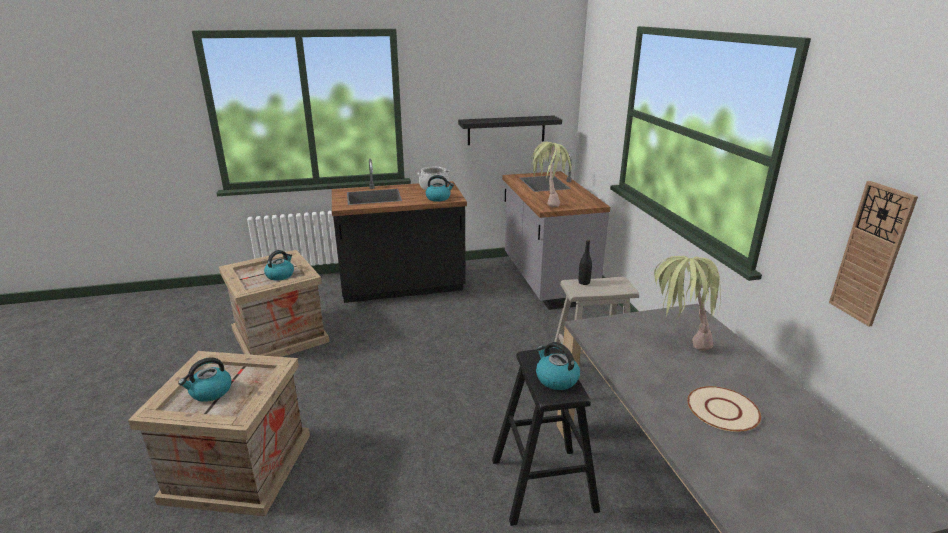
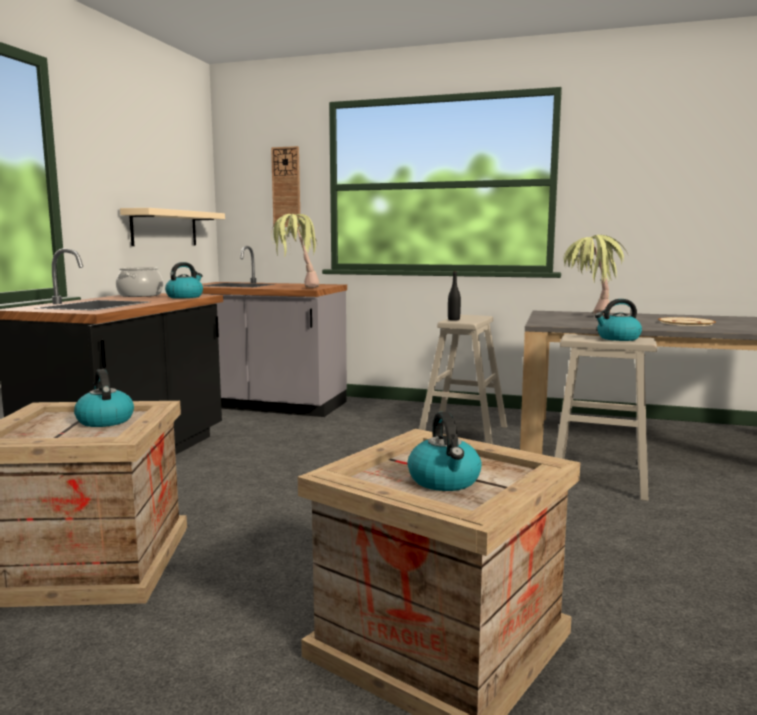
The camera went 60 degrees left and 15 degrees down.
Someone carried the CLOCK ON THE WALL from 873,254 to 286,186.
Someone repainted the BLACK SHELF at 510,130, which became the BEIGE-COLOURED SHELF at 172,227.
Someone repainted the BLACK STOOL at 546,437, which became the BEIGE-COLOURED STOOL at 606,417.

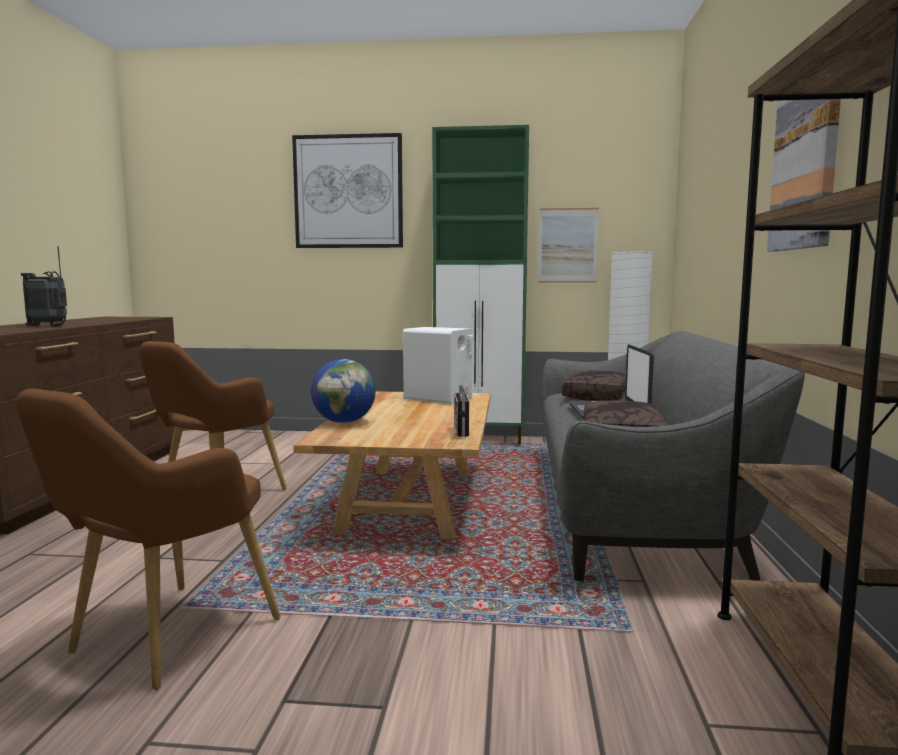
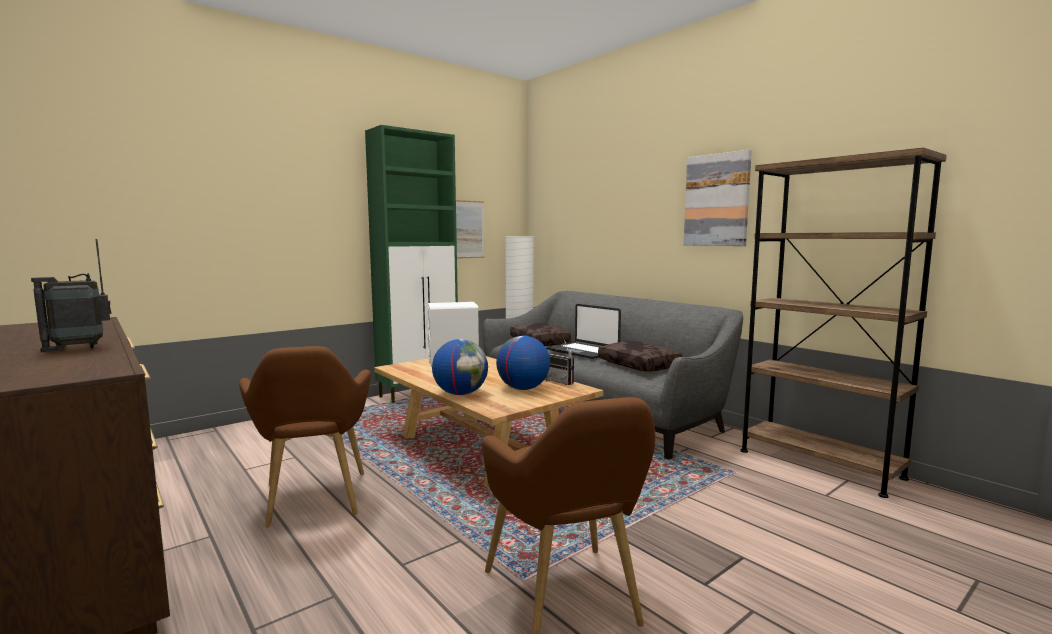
The camera went 45 degrees left and 0 degrees up.
Someone took away the WALL PICTURE at 347,190.
Someone put down the DESK GLOBE at 523,363.

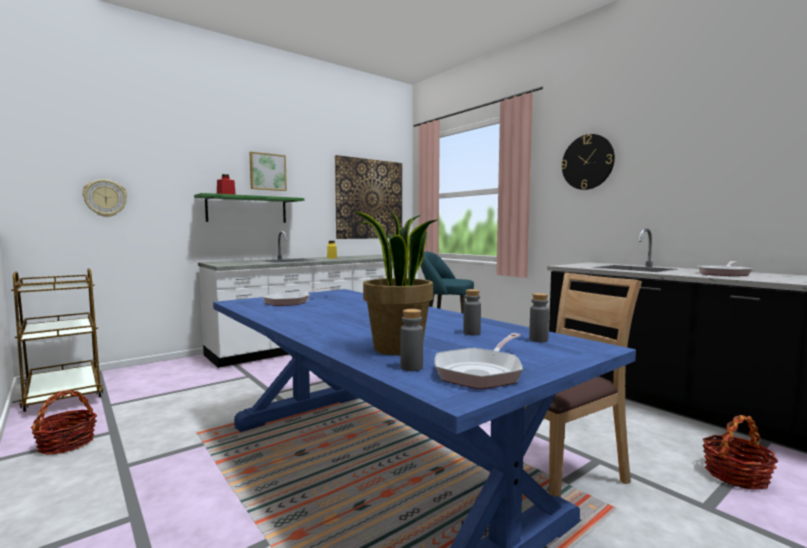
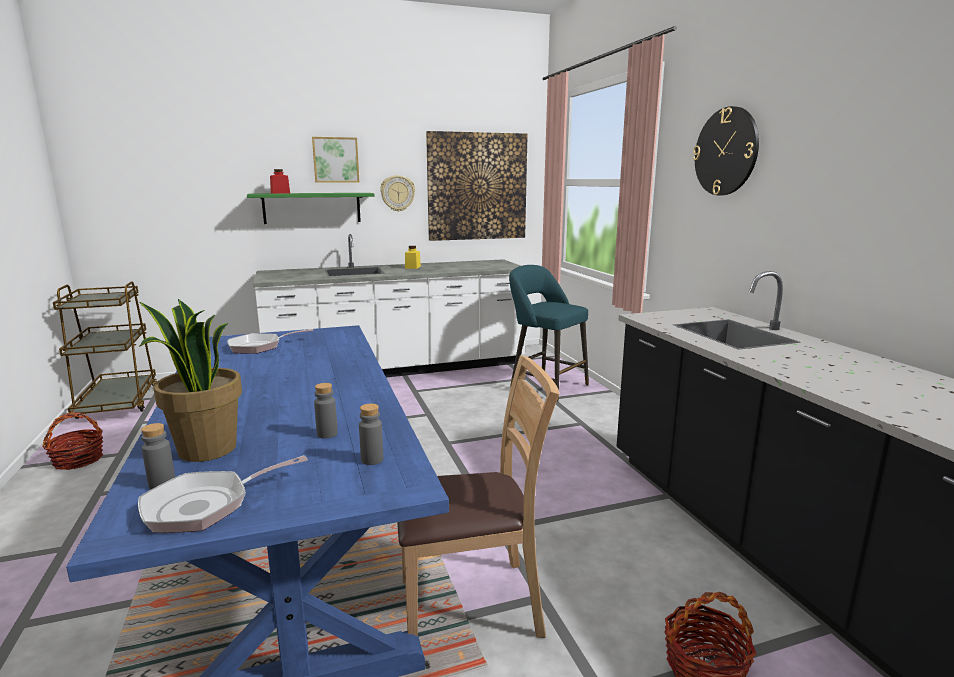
The camera went 20 degrees right and 10 degrees up.
Someone took away the SKILLET at 724,268.
Someone carried the CLOCK ON THE WALL from 104,198 to 397,193.

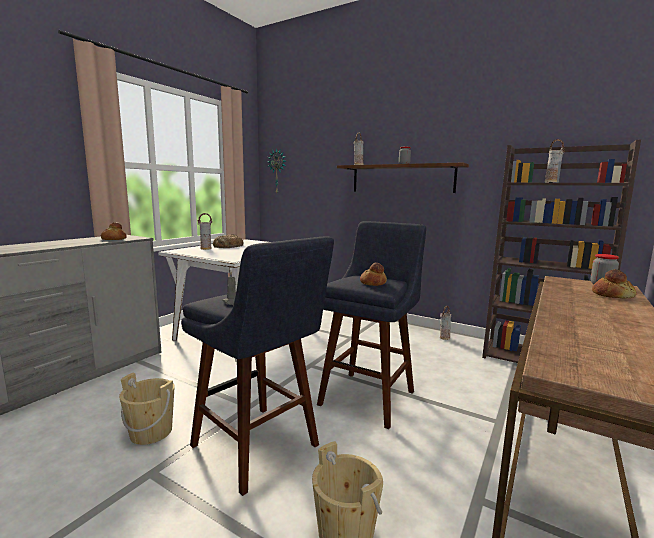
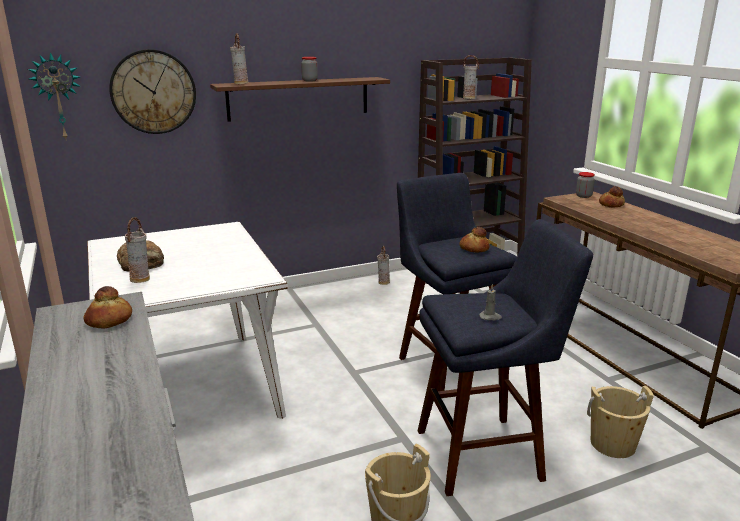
The camera went 55 degrees left and 10 degrees up.
Someone put up the CLOCK ON THE WALL at 152,91.

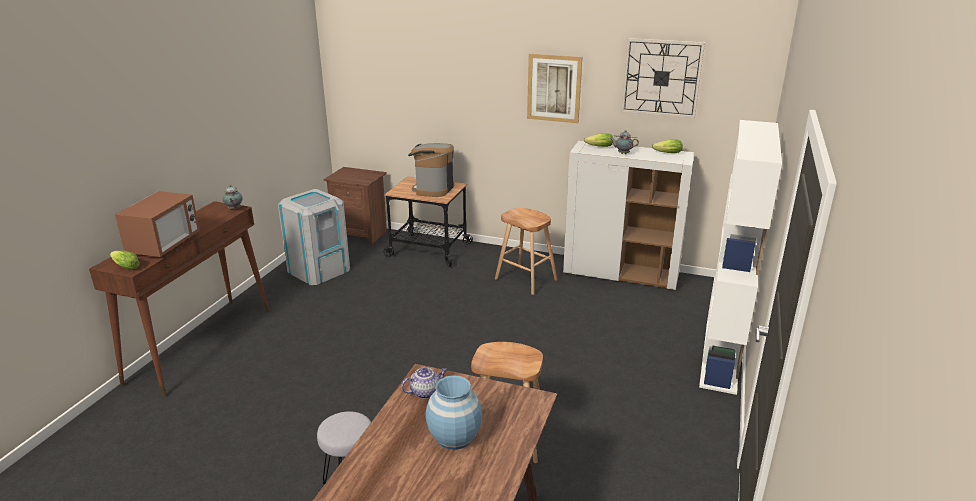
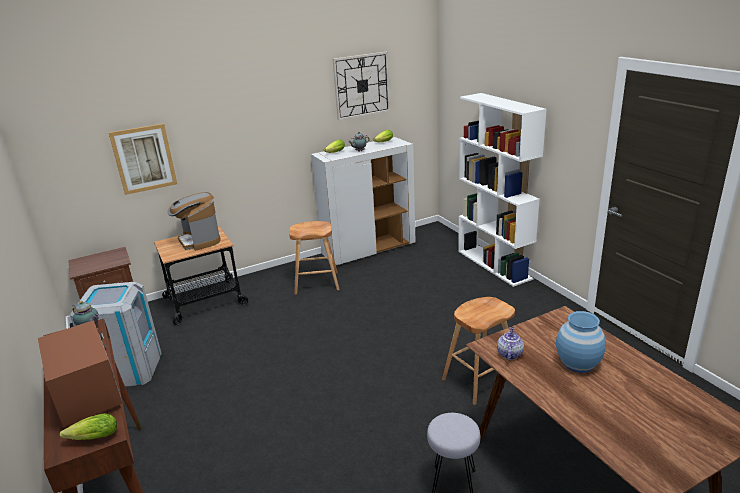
The camera went 45 degrees left and 0 degrees up.
Someone carried the WALL PICTURE from 554,88 to 143,159.

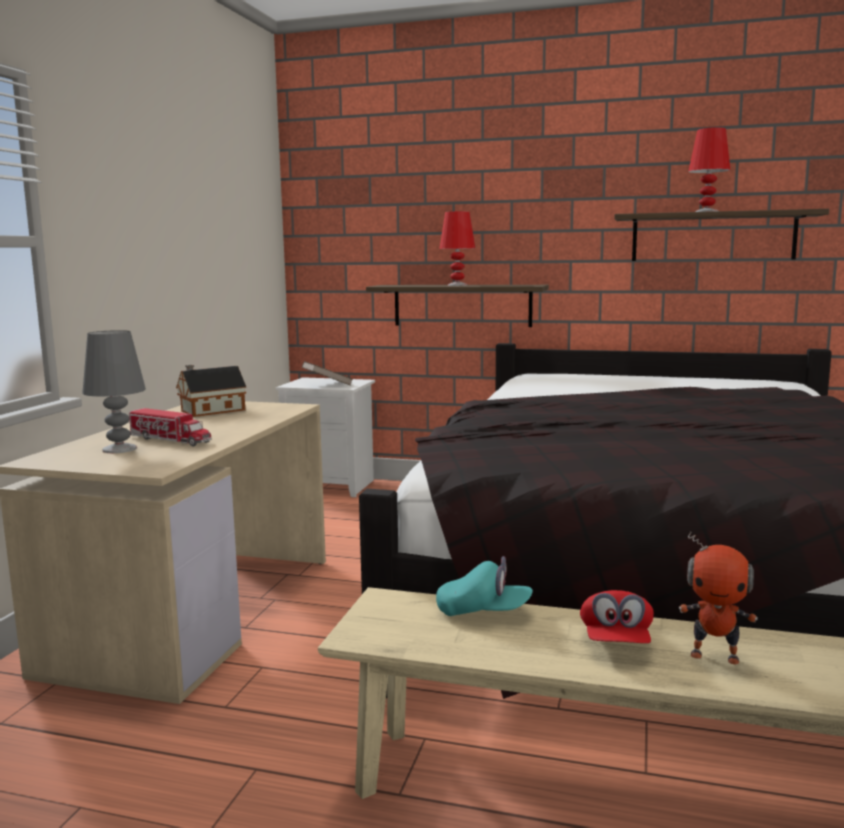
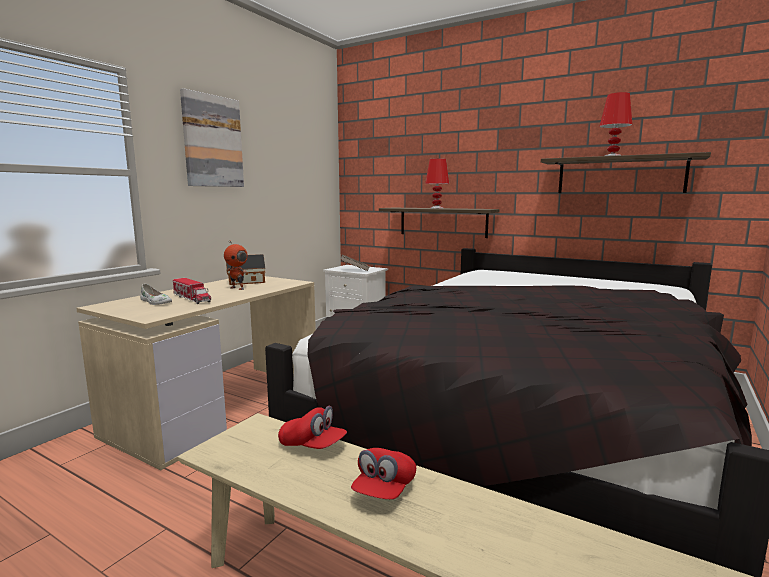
The camera went 15 degrees right and 0 degrees up.
Someone put up the WALL PICTURE at 212,137.
Someone carried the MODEL ROBOT from 718,598 to 236,265.
Someone swapped the GREYISH LAMP FOR A TABLE at 114,391 for the WHITISH SHOE at 156,294.
Someone repainted the BLUE-GREEN BASEBALL CAP at 484,586, which became the RED-COLOURED BASEBALL CAP at 312,427.

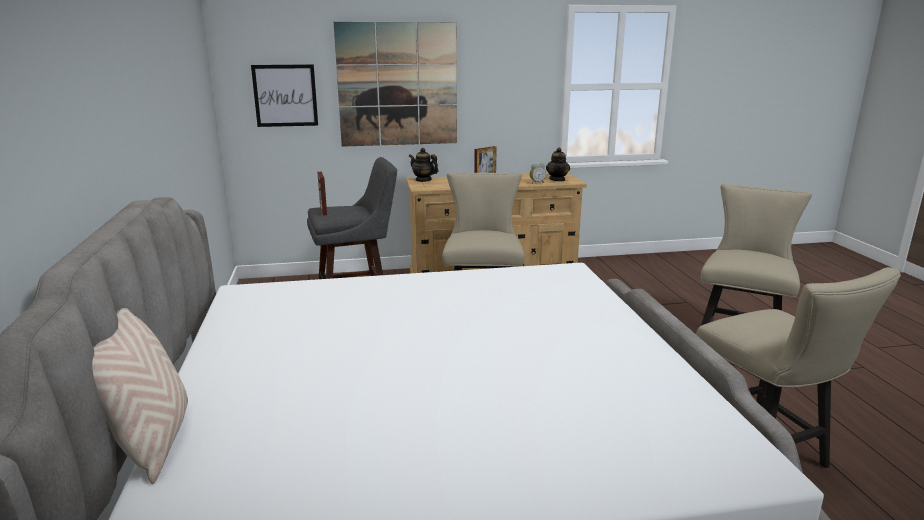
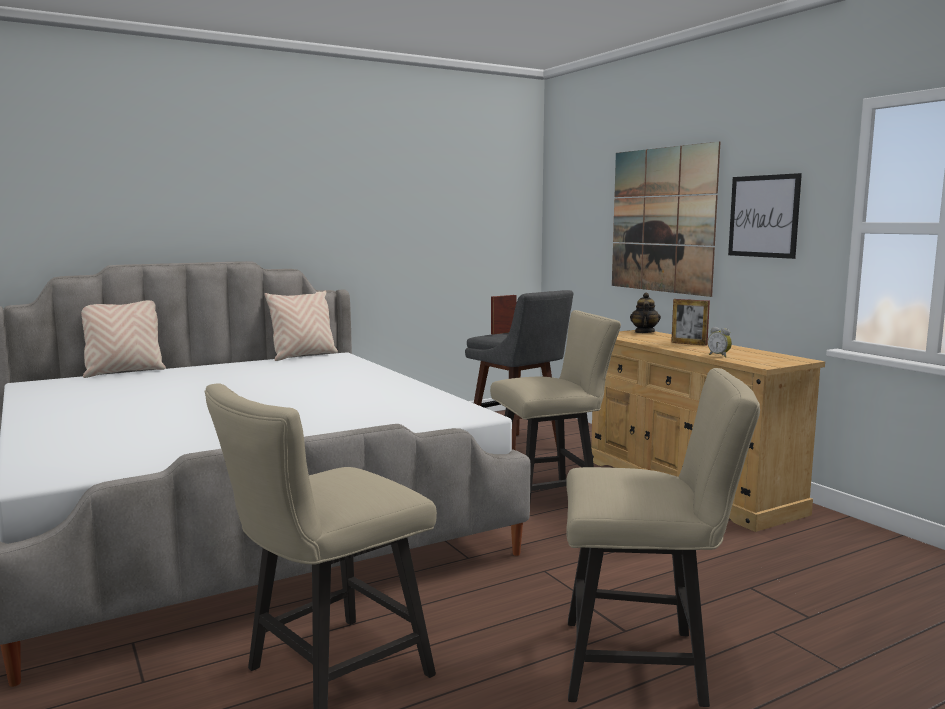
The camera went 70 degrees right and 10 degrees down.
Someone took away the TEA POT at 558,164.
Someone put down the BEIGE-COLOURED PILLOW at 301,325.
Someone carried the WALL PICTURE from 284,95 to 765,216.

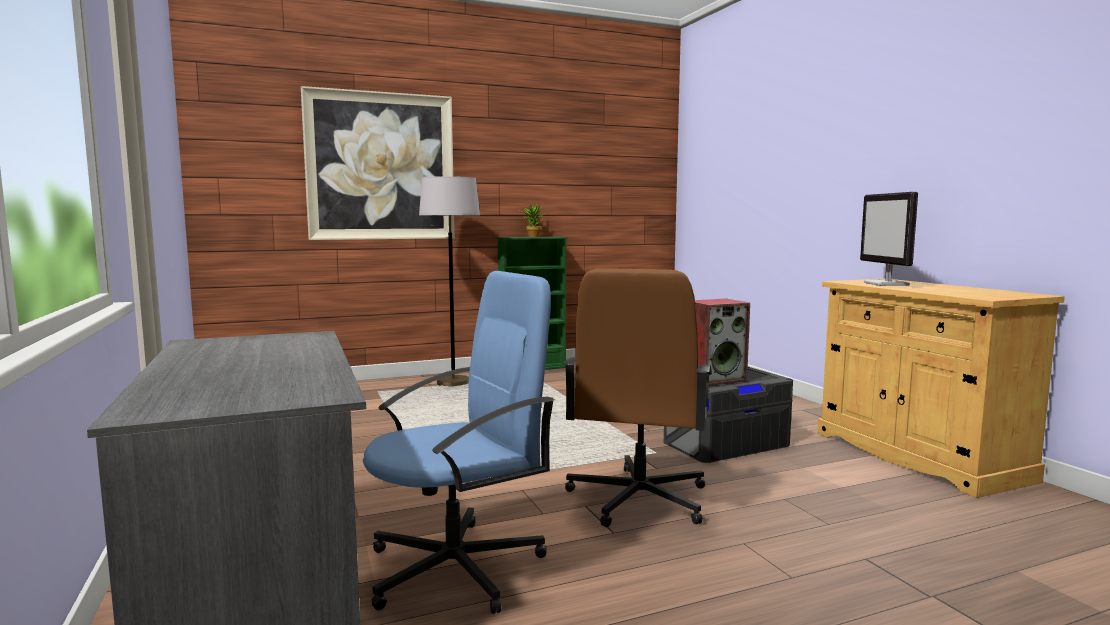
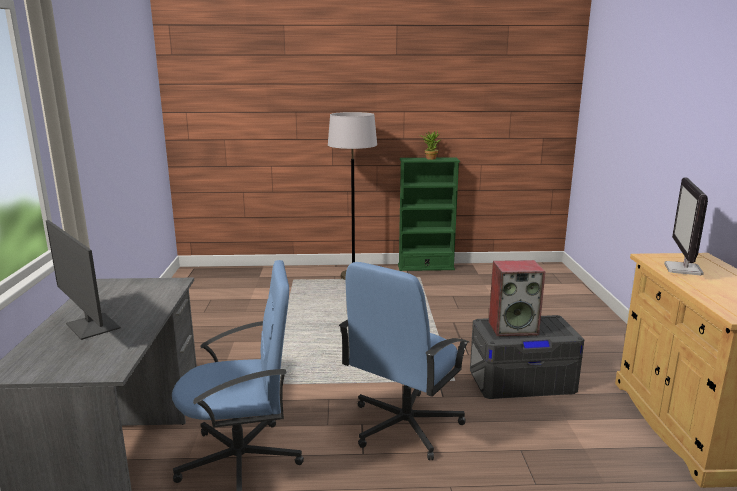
The camera went 20 degrees right and 10 degrees up.
Someone took away the WALL PICTURE at 378,163.
Someone put down the MONITOR at 83,280.
Someone repainted the BROWN OFFICE CHAIR at 637,397, which became the BLUE OFFICE CHAIR at 404,361.

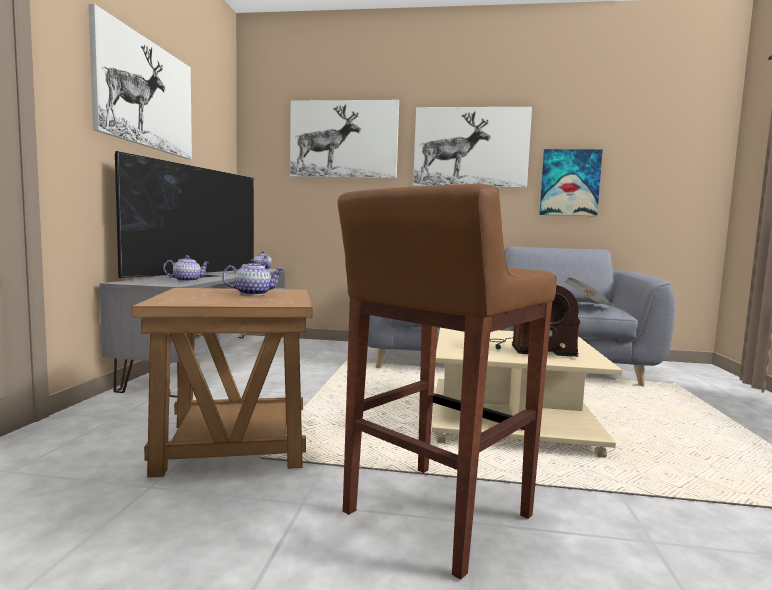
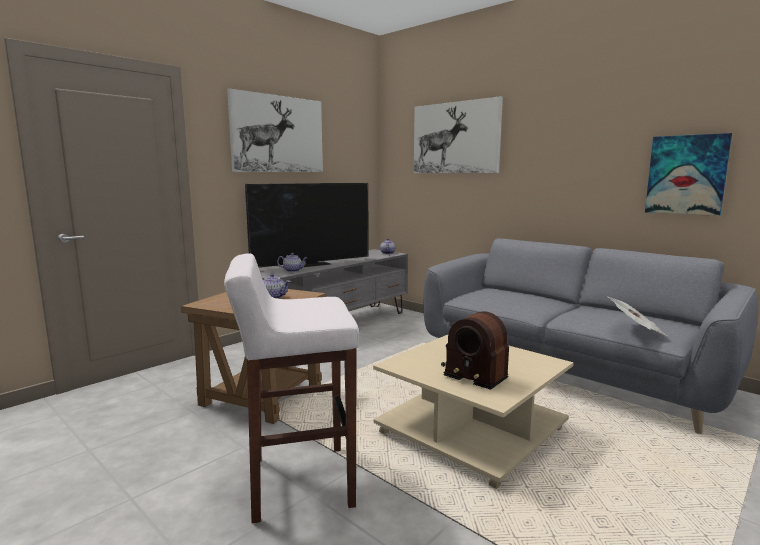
The camera went 35 degrees right and 5 degrees up.
Someone took away the WALL PICTURE at 472,147.
Someone repainted the BROWN STOOL at 447,382, which became the WHITISH STOOL at 291,388.

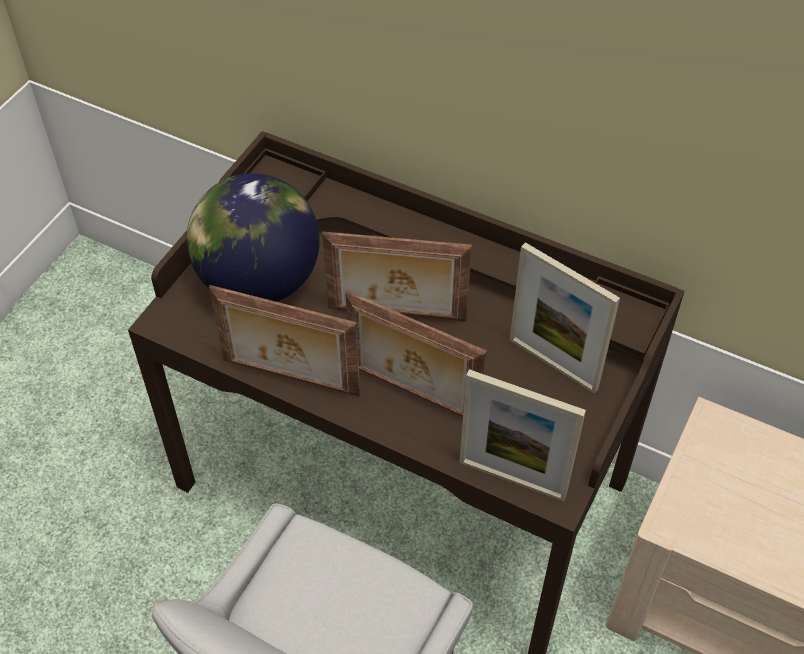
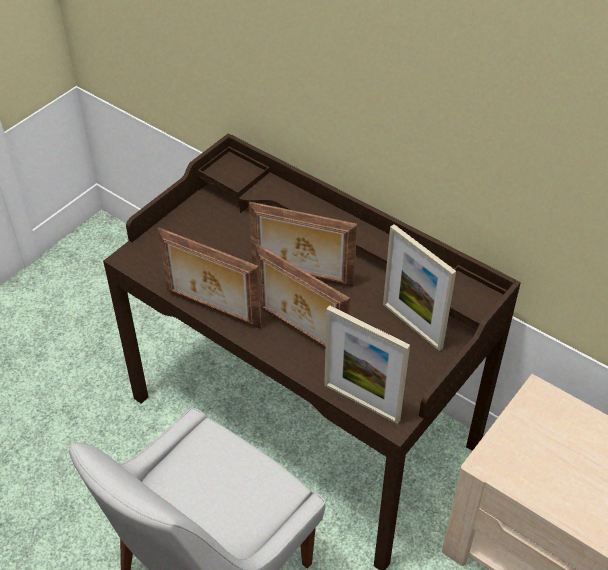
The camera went 10 degrees right and 5 degrees down.
Someone took away the DESK GLOBE at 253,237.

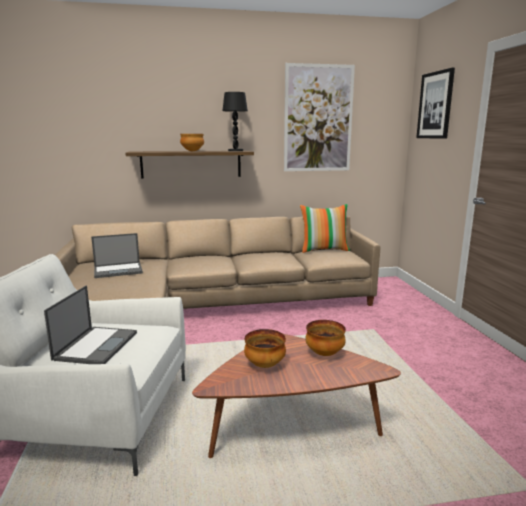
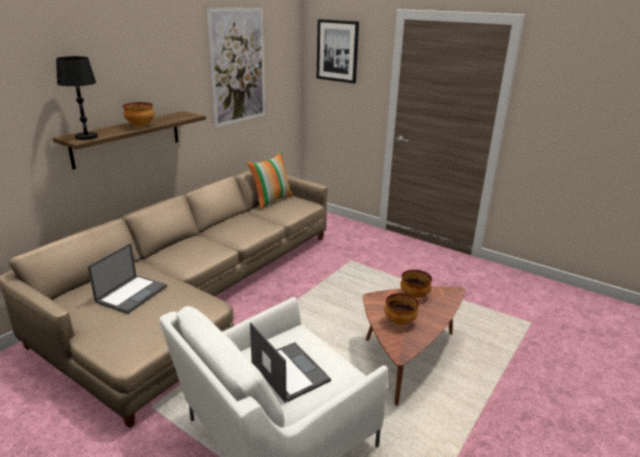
The camera went 45 degrees left and 10 degrees up.
Someone carried the BLACK LAMP FOR A TABLE from 235,121 to 77,98.

